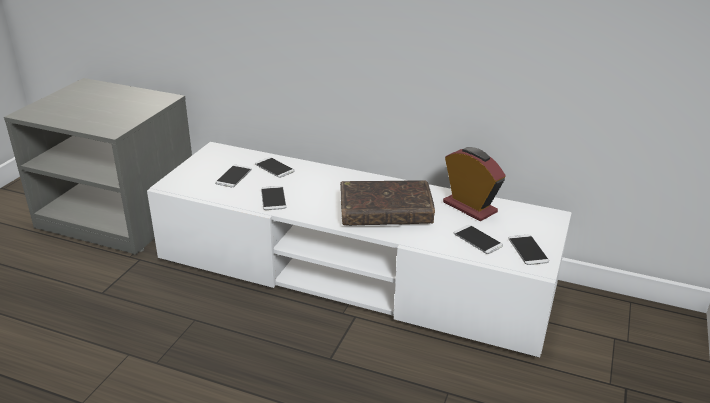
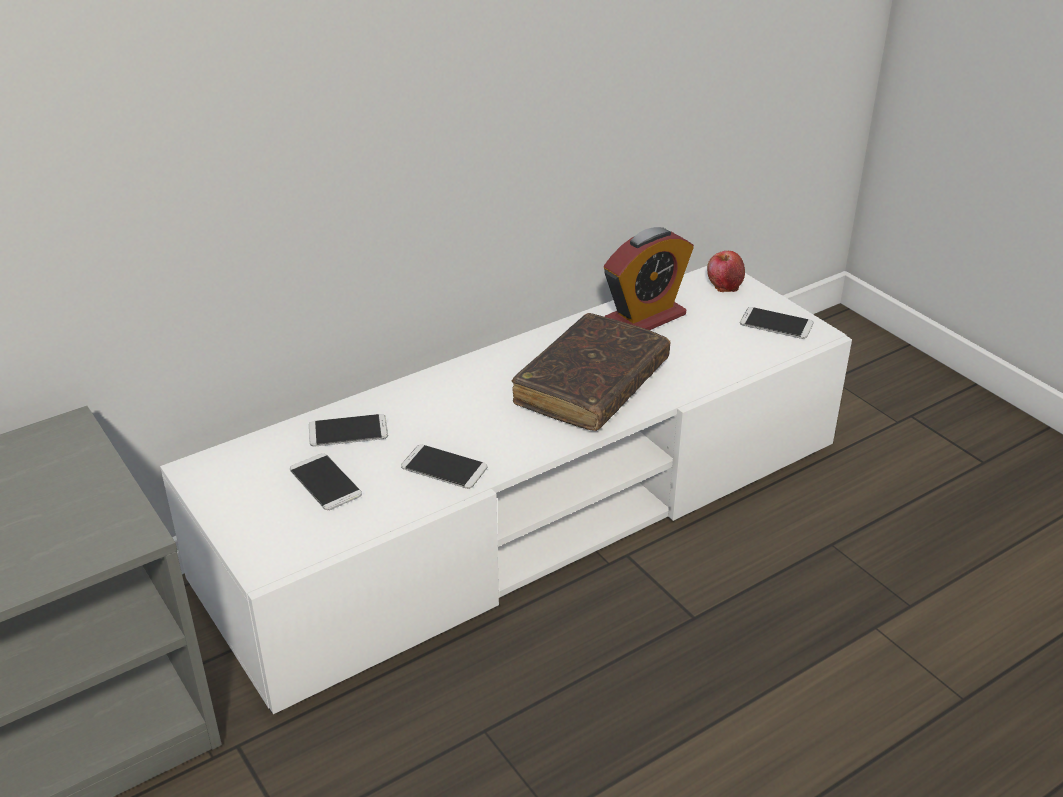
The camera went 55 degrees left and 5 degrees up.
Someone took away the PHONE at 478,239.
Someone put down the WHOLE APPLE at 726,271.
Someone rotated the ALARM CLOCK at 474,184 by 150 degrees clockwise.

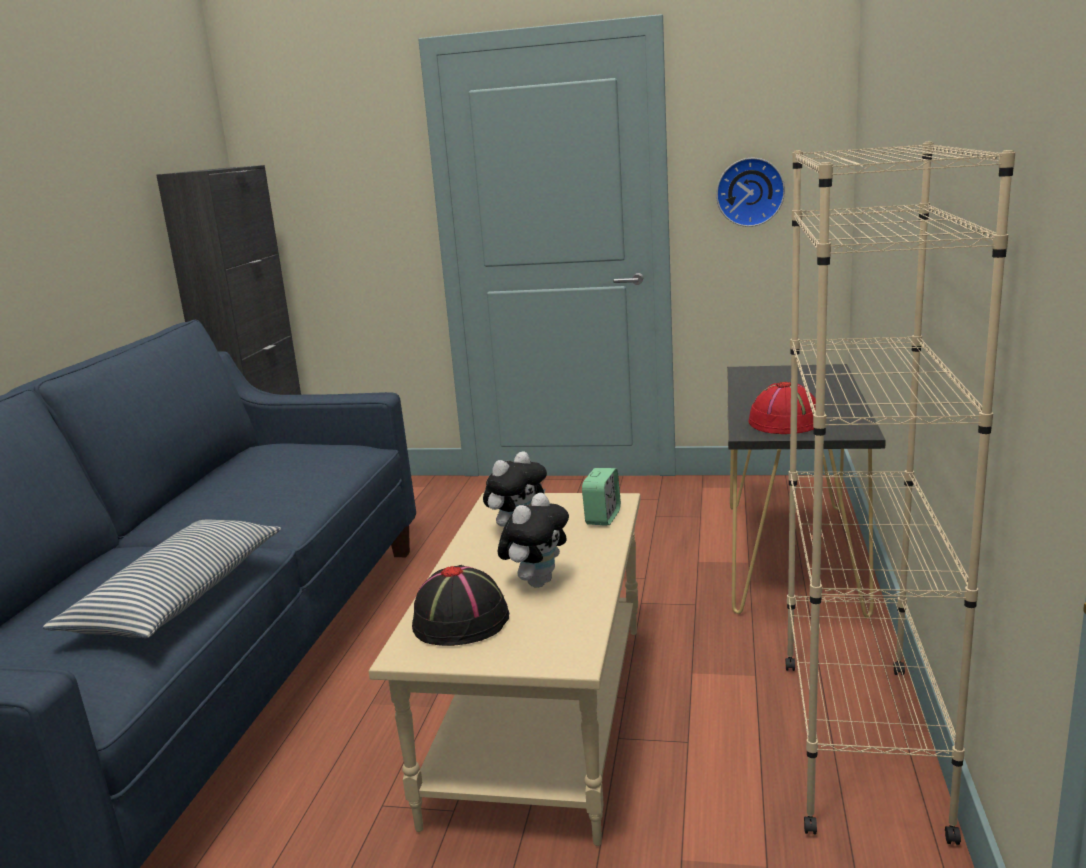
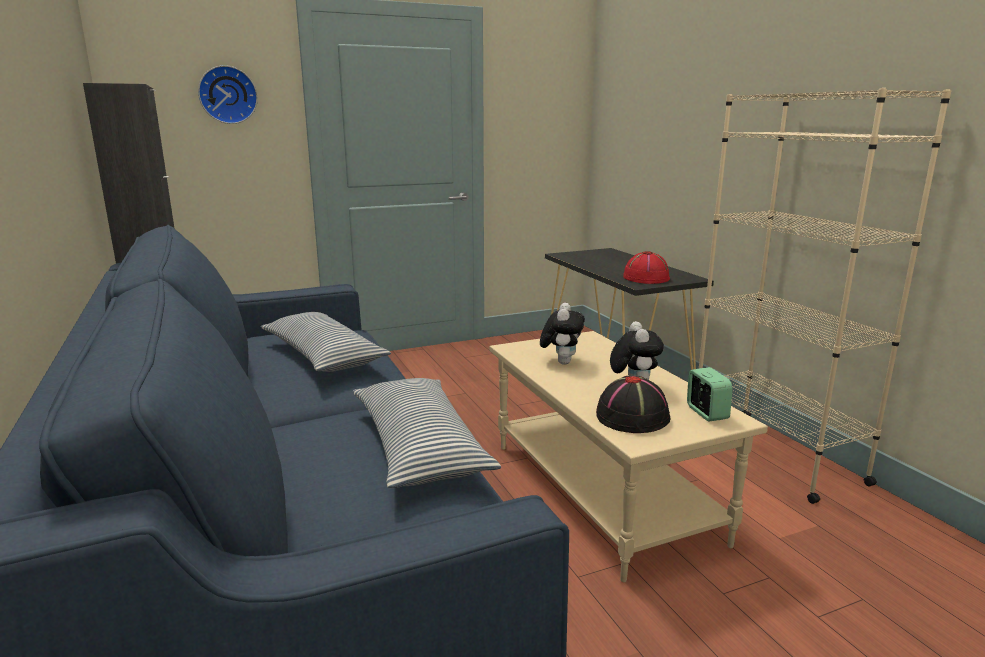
The camera went 35 degrees left and 0 degrees up.
Someone put down the PILLOW at 326,342.
Someone carried the ALARM CLOCK from 601,497 to 710,394.
Someone carried the CLOCK ON THE WALL from 750,192 to 228,94.

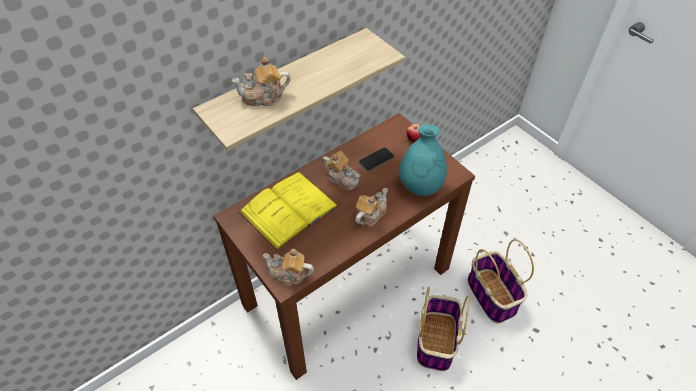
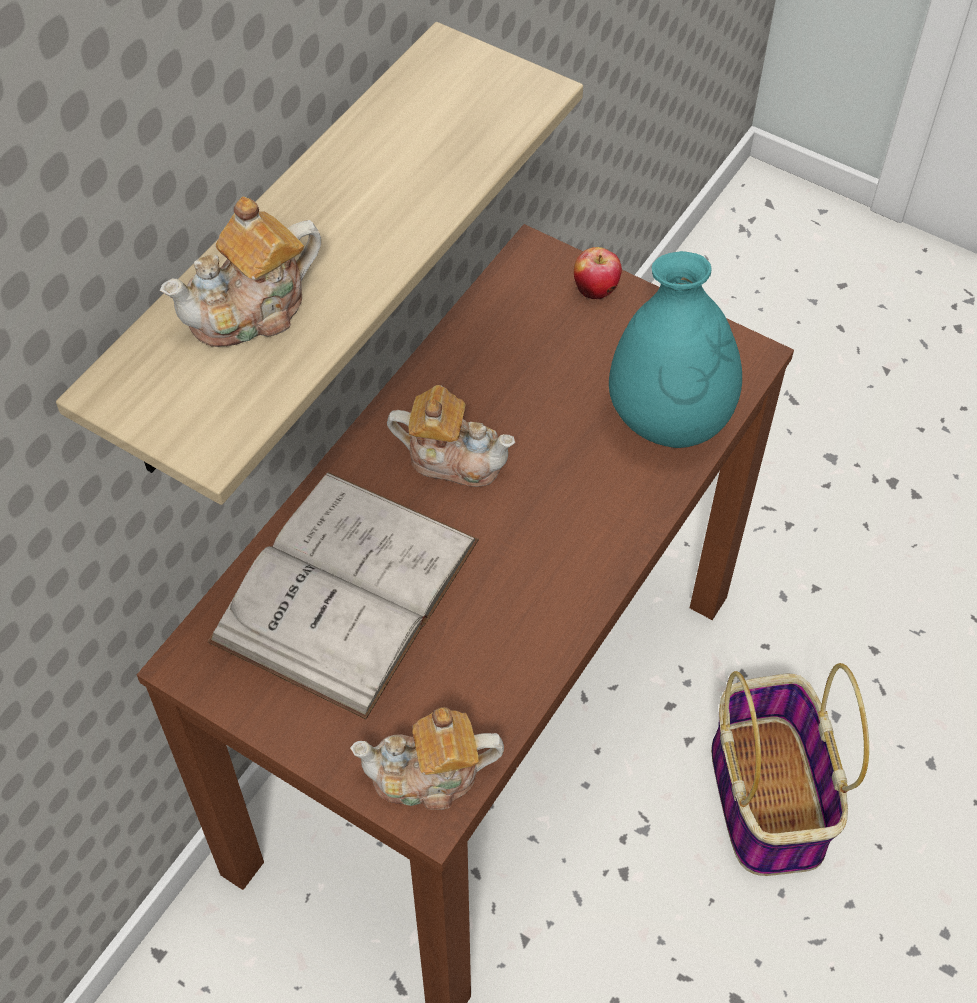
The camera went 20 degrees left and 5 degrees up.
Someone took away the TEA POT at 371,207.
Someone took away the PHONE at 376,159.
Someone took away the STORAGE BASKET at 501,281.
Someone repainted the YELLOW VOLUME at 289,211, which became the WHITISH VOLUME at 343,595.

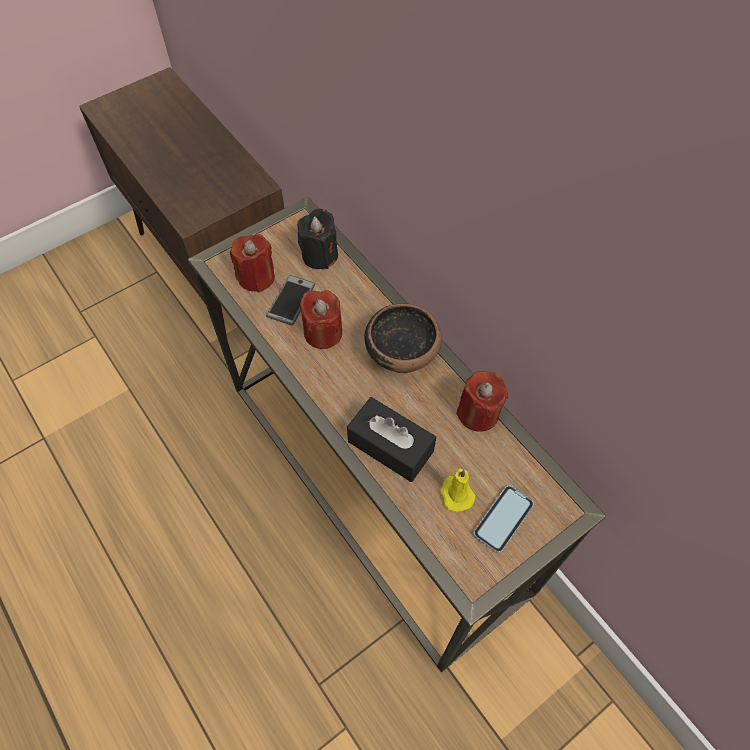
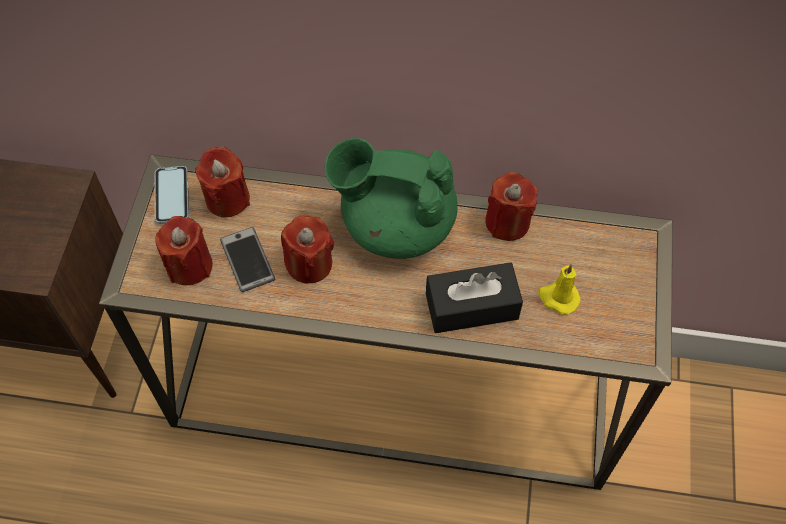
The camera went 45 degrees left and 0 degrees up.
Someone carried the PHONE from 503,519 to 172,195.
Someone swapped the SERVING BOWL at 403,338 for the GREEN TEA POT at 391,198.
Someone repainted the BLACK WAX LIGHT at 317,239, which became the RED-COLOURED WAX LIGHT at 222,182.

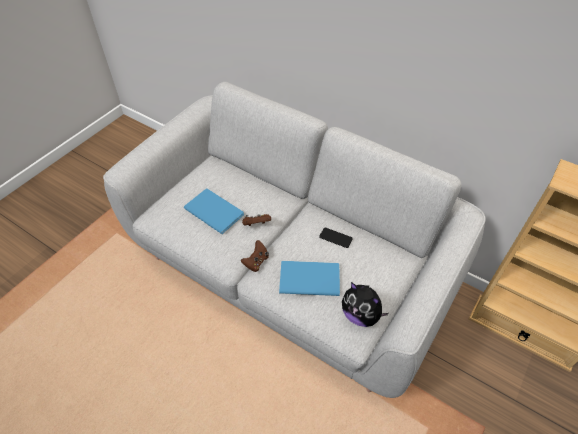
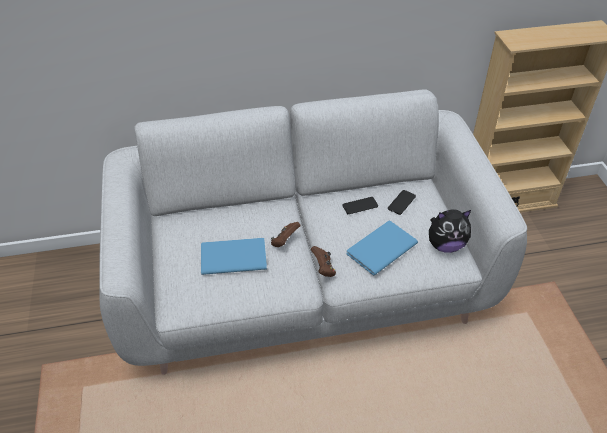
The camera went 45 degrees left and 5 degrees down.
Someone put down the PHONE at 402,202.

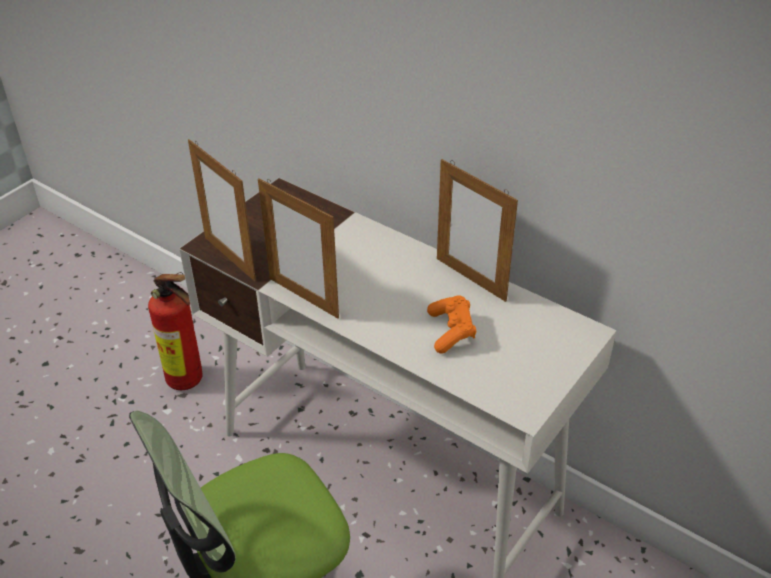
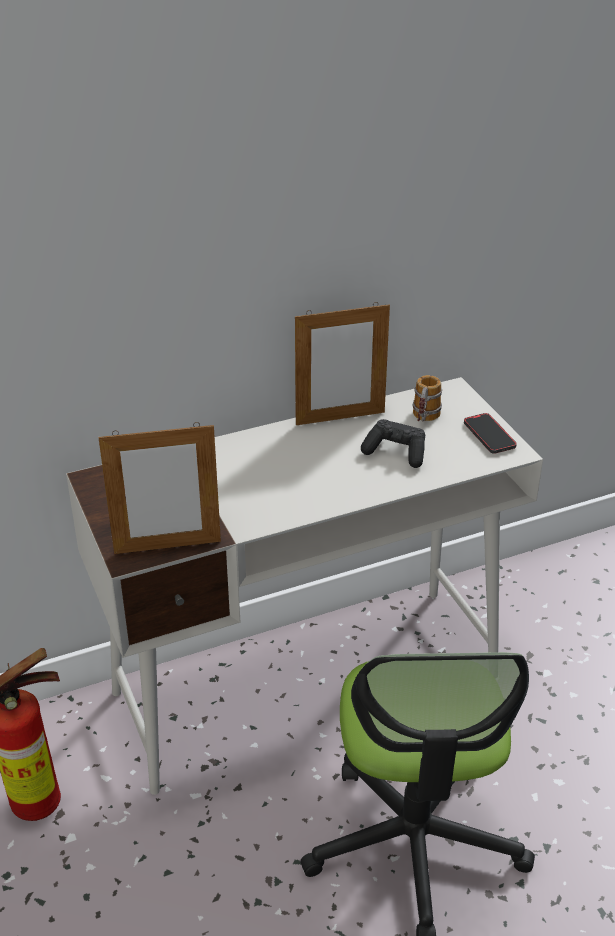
The camera went 60 degrees left and 5 degrees down.
Someone took away the PHOTO FRAME at 298,248.
Someone put down the COFFEE MUG at 427,398.
Someone put down the PHONE at 490,433.
Someone repainted the ORANGE-COLOURED GAME CONTROLLER at 451,324, which became the BLACK GAME CONTROLLER at 393,443.

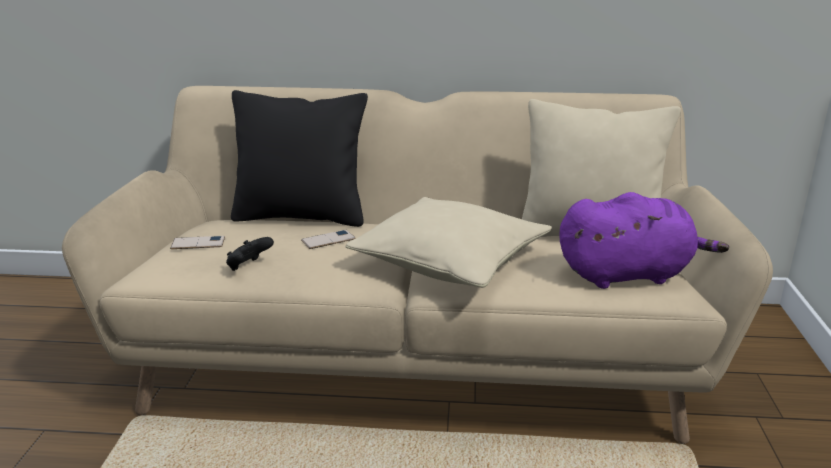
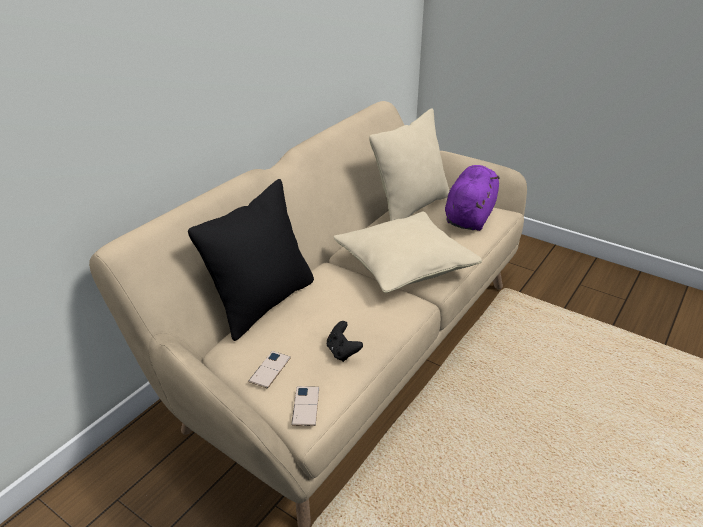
The camera went 60 degrees left and 10 degrees up.
Someone carried the PHONE from 328,239 to 305,406.

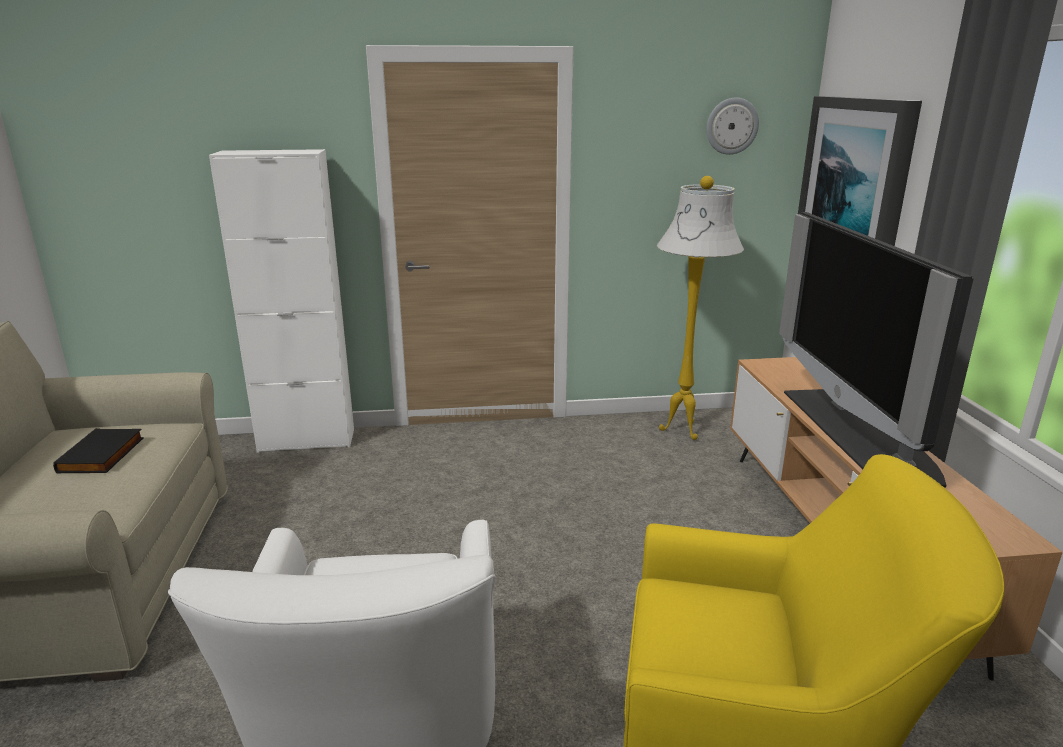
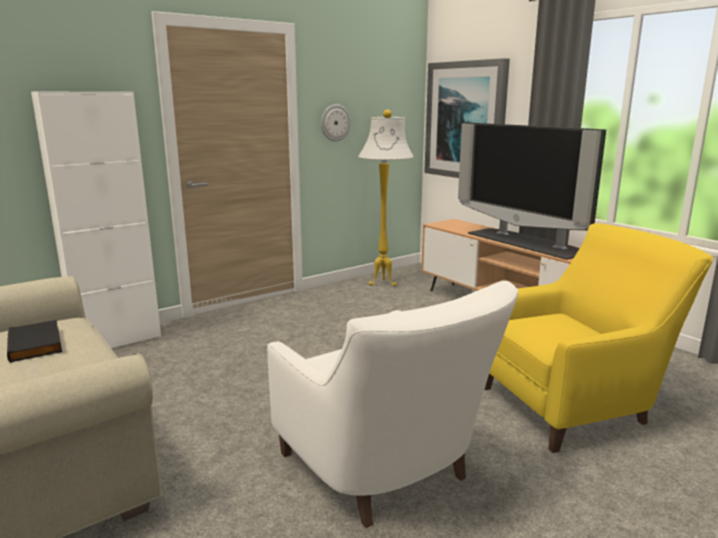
The camera went 30 degrees left and 5 degrees down.
Someone carried the CLOCK ON THE WALL from 732,126 to 336,123.

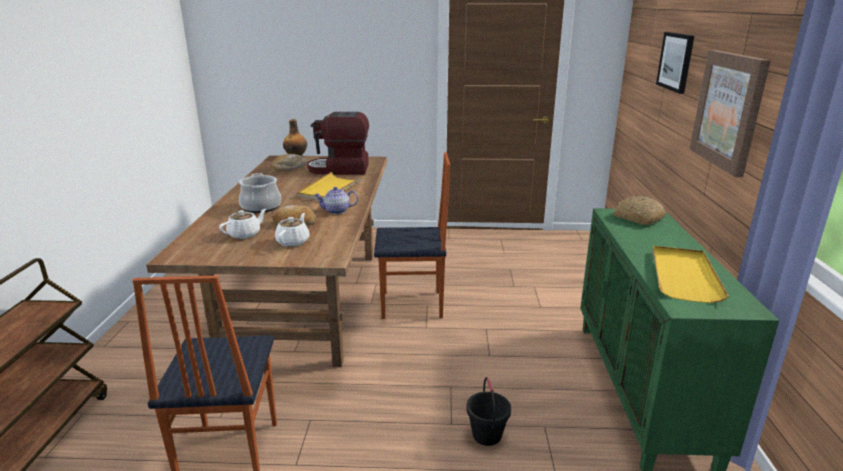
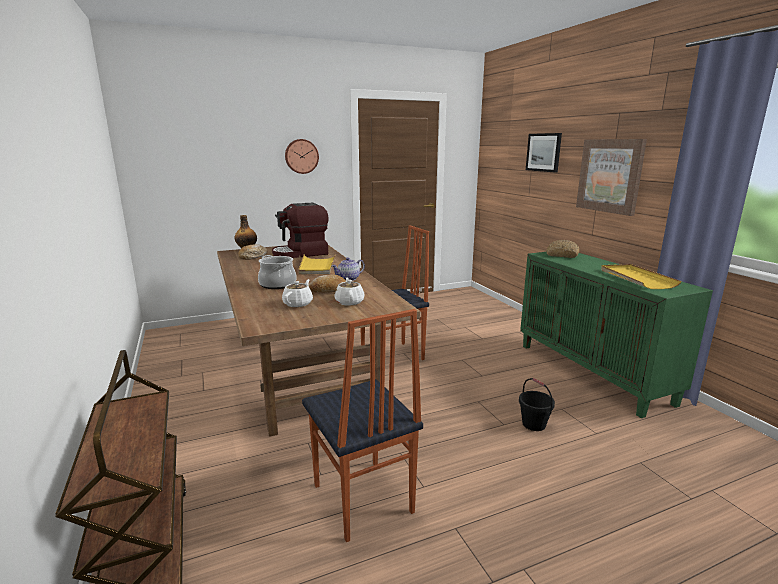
The camera went 25 degrees left and 5 degrees down.
Someone put up the CLOCK ON THE WALL at 302,156.

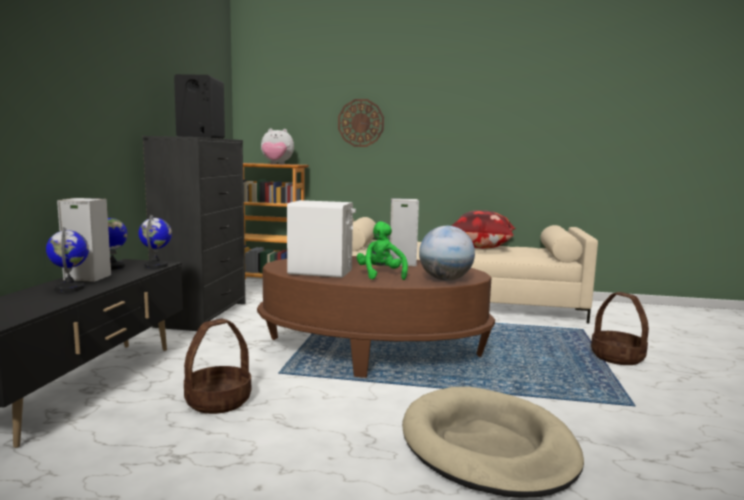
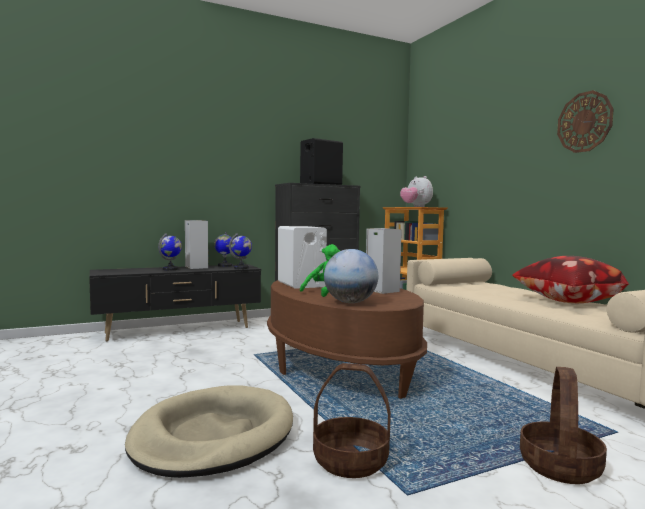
The camera went 55 degrees right and 5 degrees down.
Someone carried the STORAGE BASKET from 217,366 to 352,420.
Someone carried the CLOCK ON THE WALL from 361,123 to 585,121.

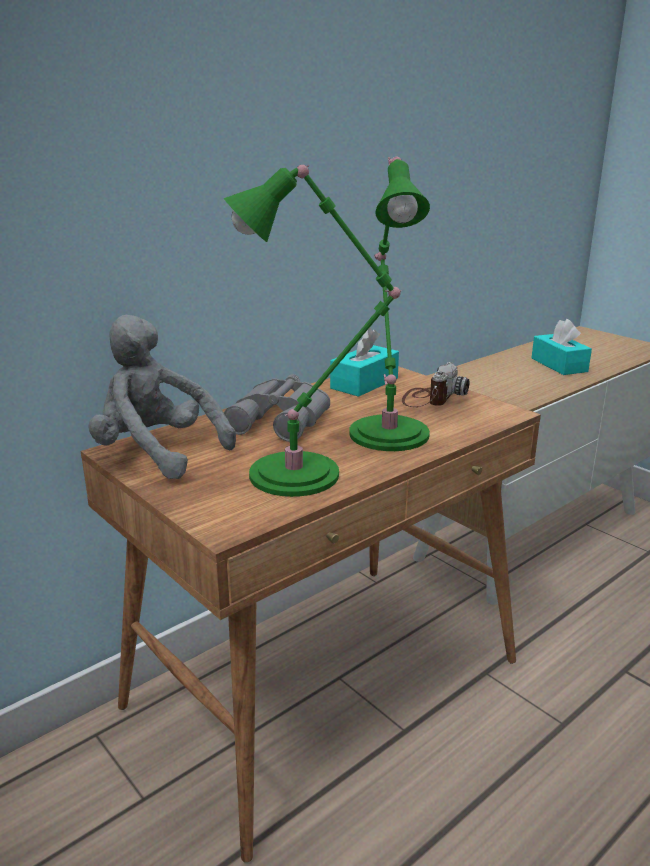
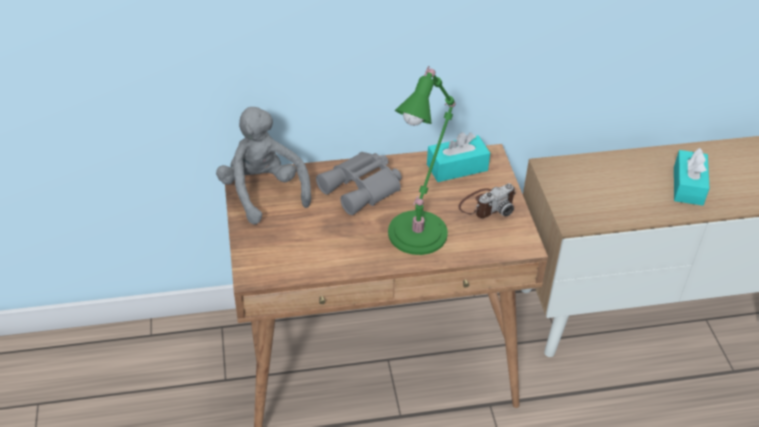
The camera went 30 degrees right and 20 degrees up.
Someone took away the GREEN LAMP FOR A TABLE at 312,331.

